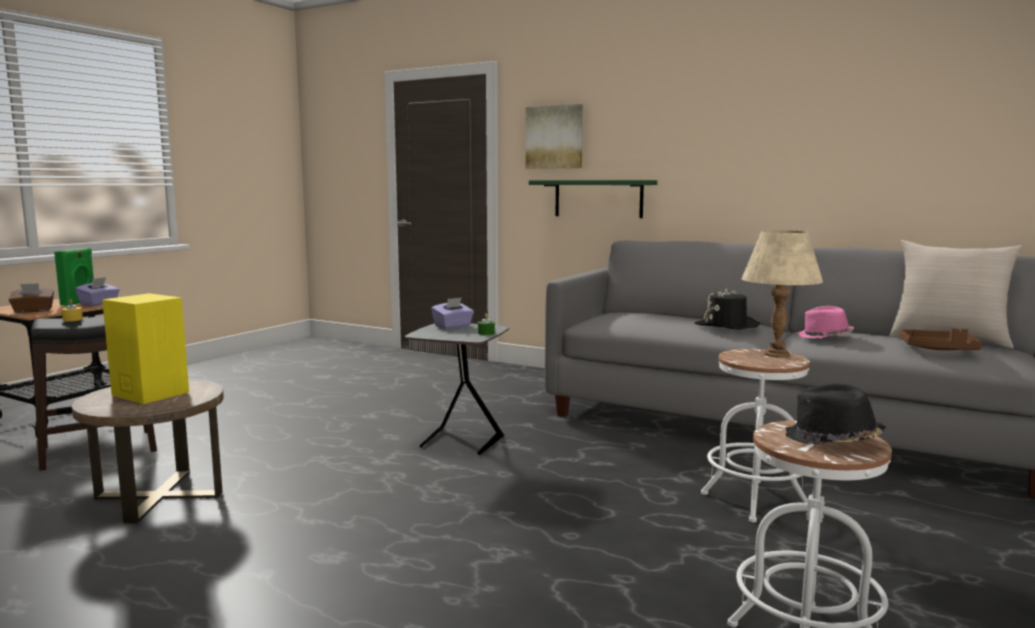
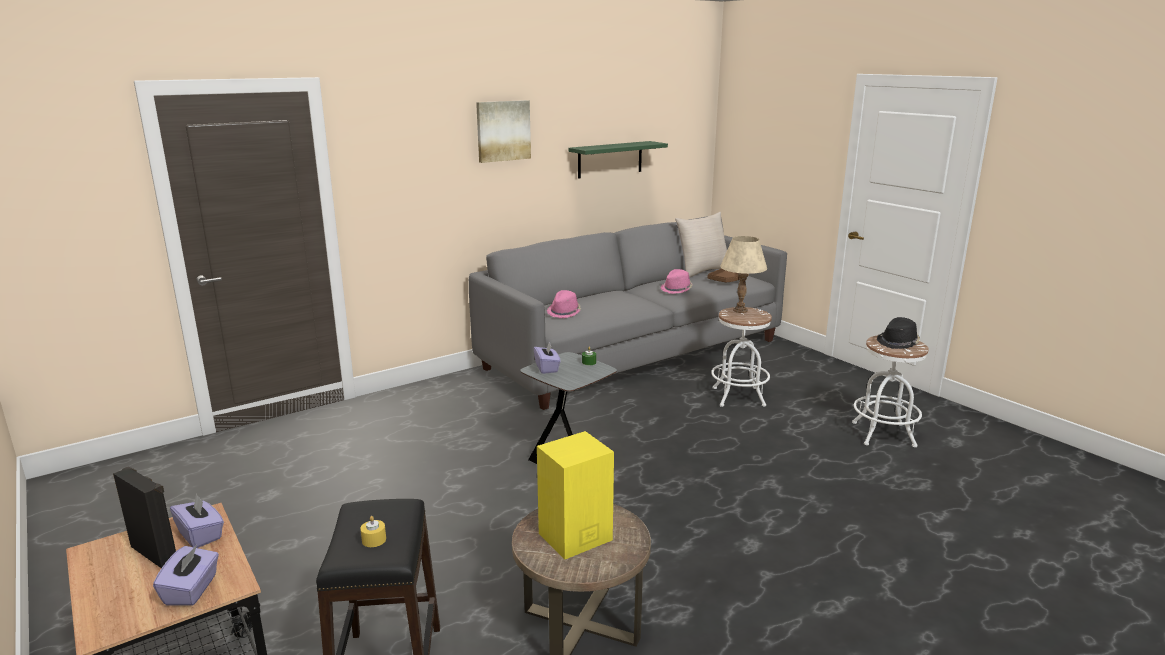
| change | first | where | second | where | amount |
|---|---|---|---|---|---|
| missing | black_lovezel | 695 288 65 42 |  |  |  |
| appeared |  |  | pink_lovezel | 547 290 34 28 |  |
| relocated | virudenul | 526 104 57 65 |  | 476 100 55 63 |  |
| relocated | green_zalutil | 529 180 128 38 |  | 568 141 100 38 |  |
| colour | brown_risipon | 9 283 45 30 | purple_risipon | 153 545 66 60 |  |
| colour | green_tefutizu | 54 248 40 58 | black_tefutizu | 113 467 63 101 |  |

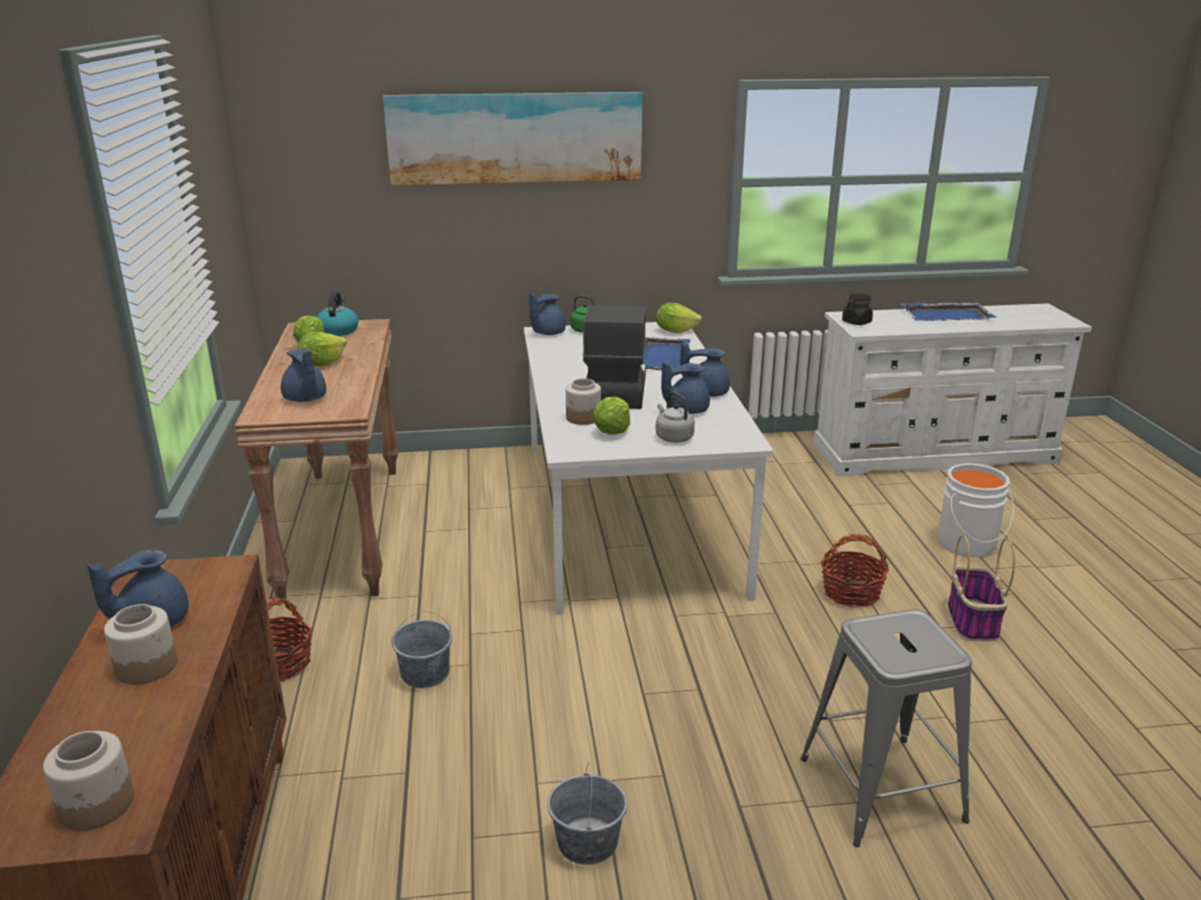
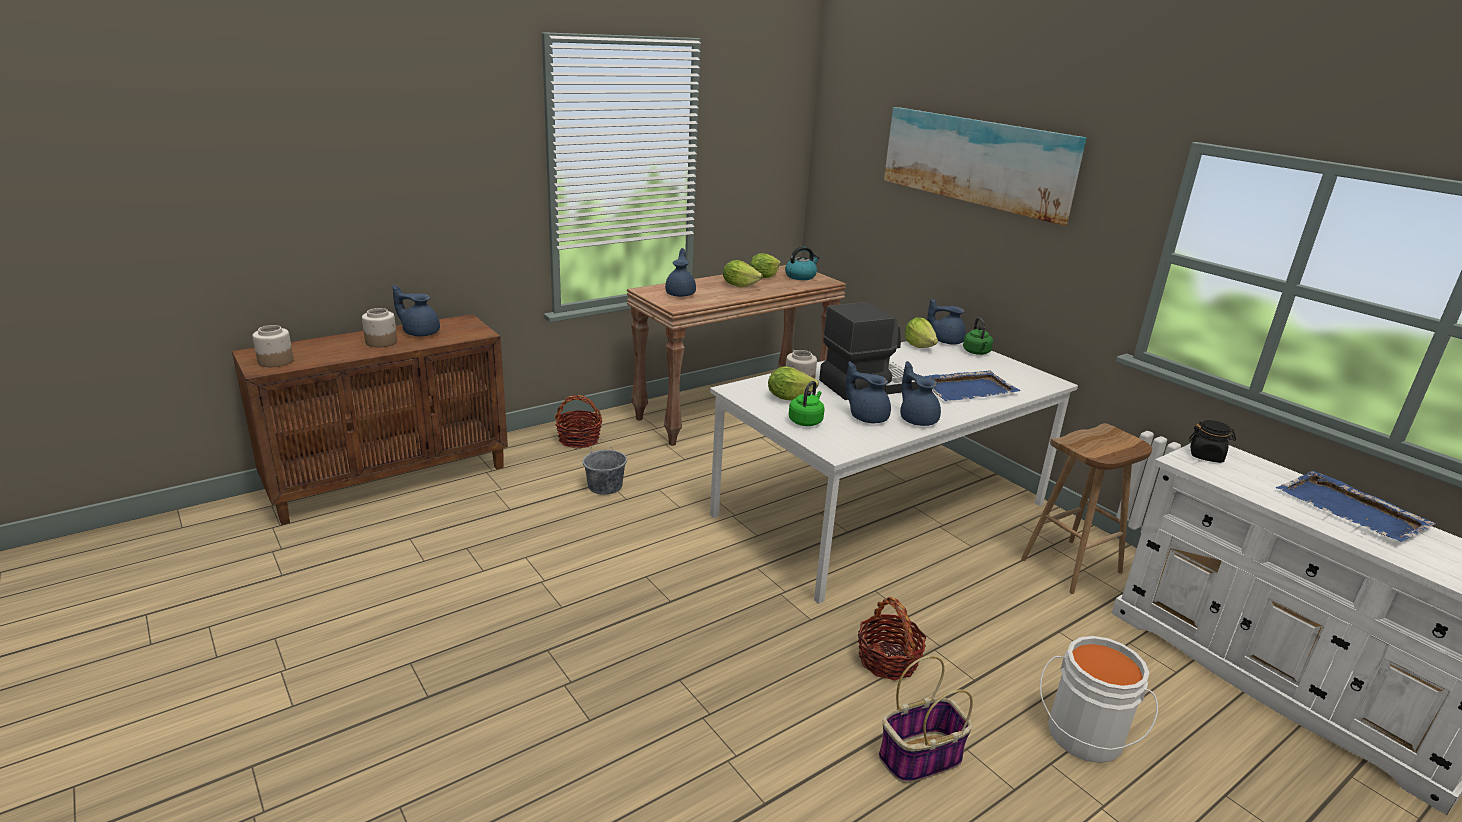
| change | first | where | second | where | amount |
|---|---|---|---|---|---|
| missing | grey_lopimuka | 547 762 80 103 |  |  |  |
| missing | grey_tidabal | 801 610 171 237 |  |  |  |
| appeared |  |  | brown_tidabal | 1021 423 131 171 |  |
| relocated | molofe | 656 302 46 31 |  | 905 317 33 31 |  |
| colour | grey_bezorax | 656 392 39 51 | green_bezorax | 789 381 35 45 |  |
| spun | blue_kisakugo | 281 349 45 53 |  | 665 248 31 49 | 150 degrees clockwise |

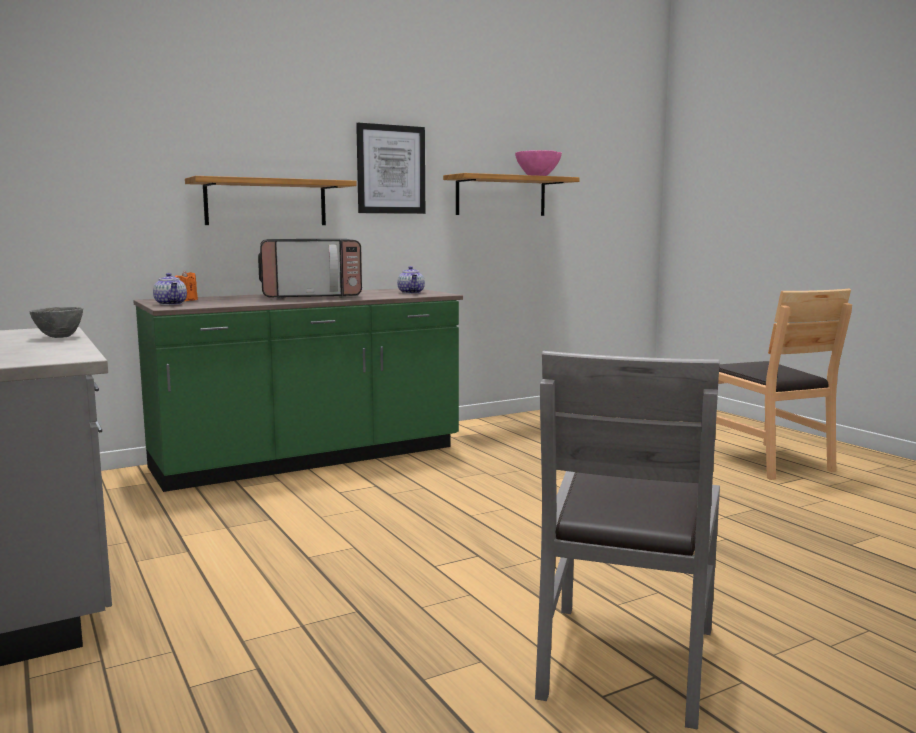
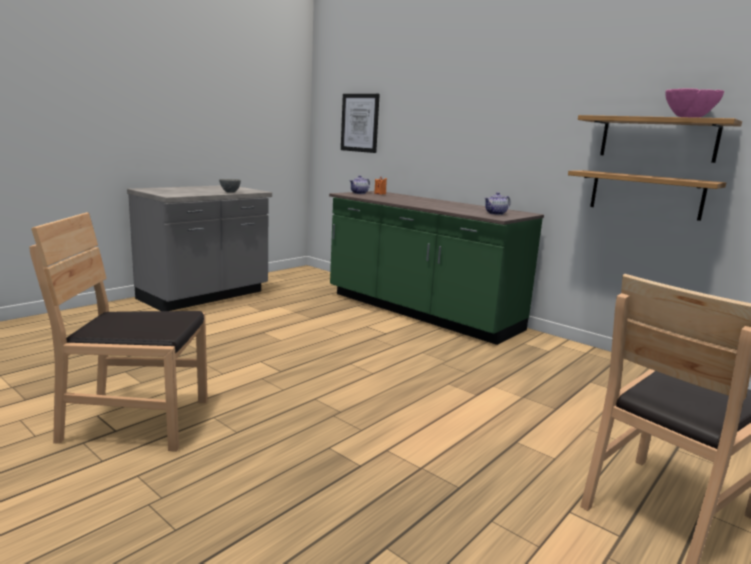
| change | first | where | second | where | amount |
|---|---|---|---|---|---|
| missing | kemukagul | 258 239 104 60 |  |  |  |
| relocated | zalutil | 185 176 172 49 |  | 568 170 158 51 |  |
| relocated | virudenul | 356 123 69 91 |  | 341 94 39 59 |  |
| colour | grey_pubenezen | 535 351 185 379 | brown_pubenezen | 29 212 179 240 |  |

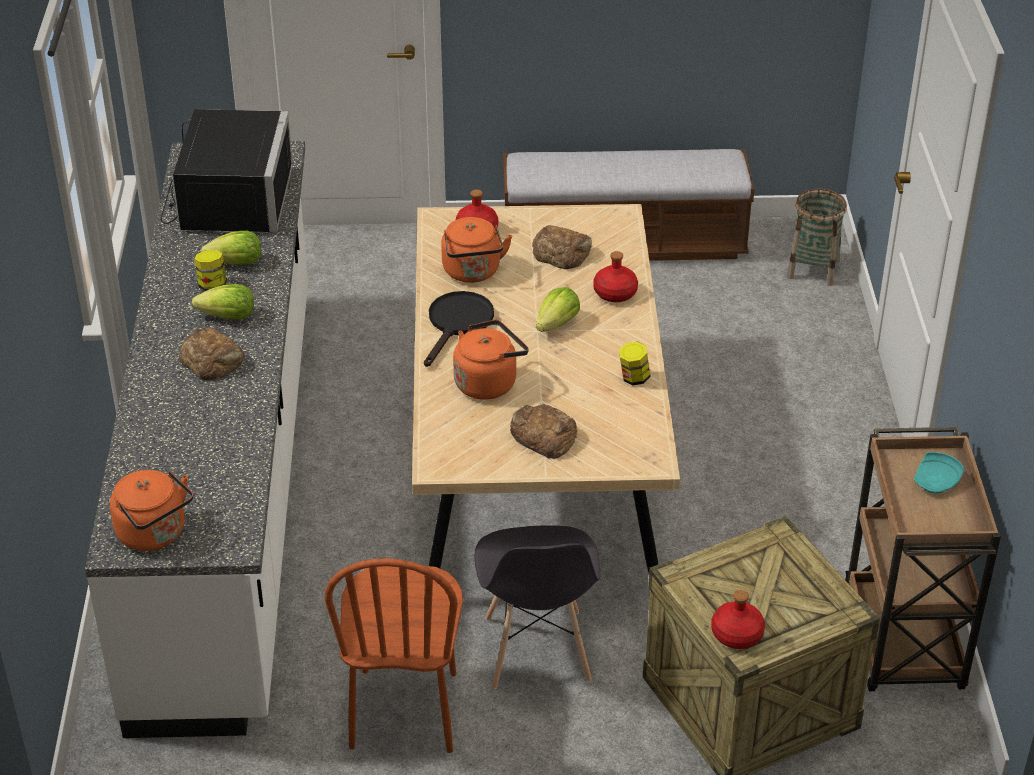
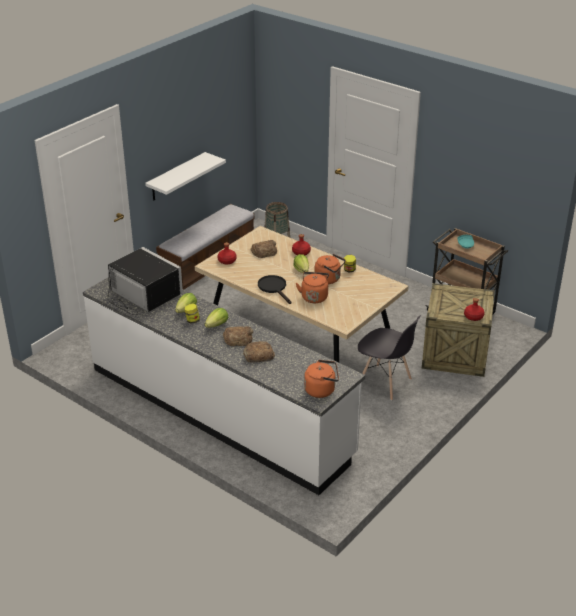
| change | first | where | second | where | amount |
|---|---|---|---|---|---|
| missing | brown_pubenezen | 324 558 139 195 |  |  |  |
| appeared |  |  | white_zalutil | 145 152 81 49 |  |
| relocated | orange_bezorax | 441 217 71 66 |  | 314 254 32 30 |  |
| relocated | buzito | 510 404 67 55 |  | 243 341 32 22 |  |

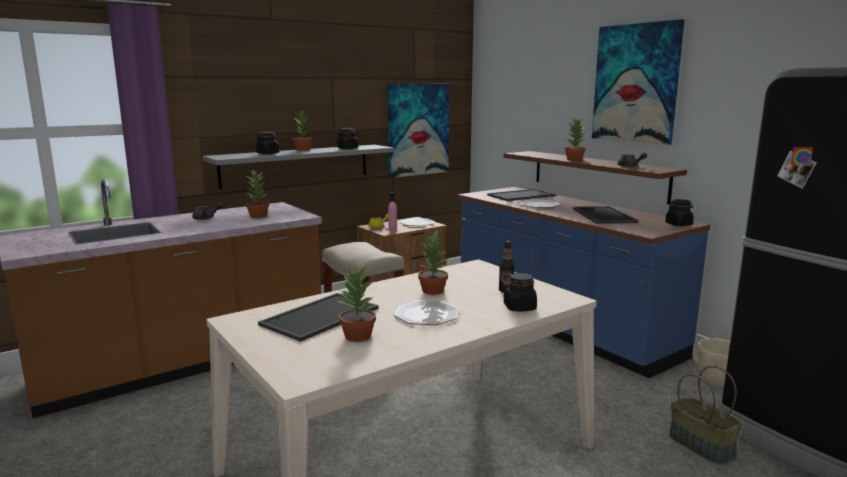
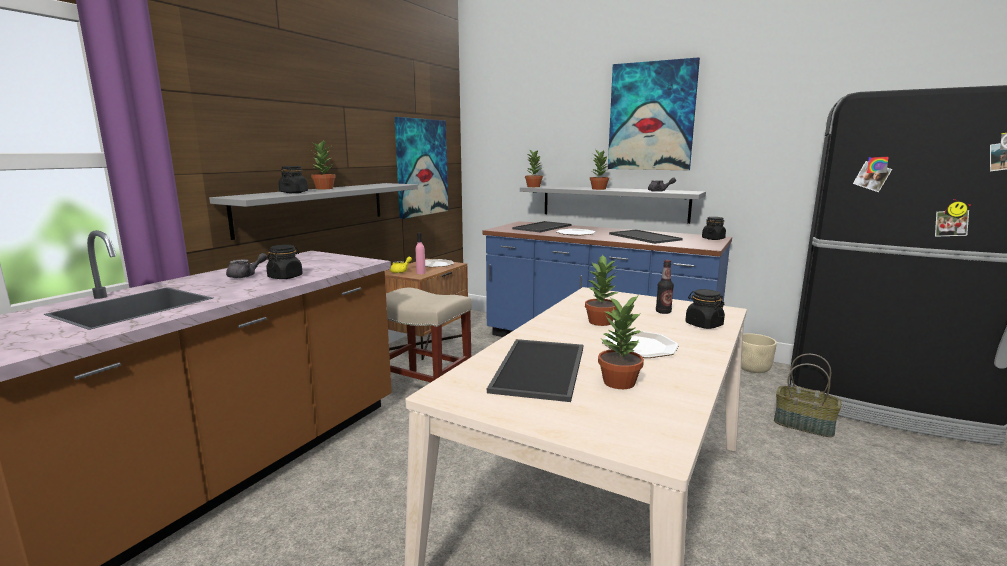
| change | first | where | second | where | amount |
|---|---|---|---|---|---|
| relocated | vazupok | 246 169 23 49 |  | 525 149 18 38 |  |
| relocated | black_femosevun | 337 128 21 22 |  | 266 245 37 34 |  |
| colour | brown_zalutil | 503 151 184 54 | grey_zalutil | 520 185 186 39 |  |

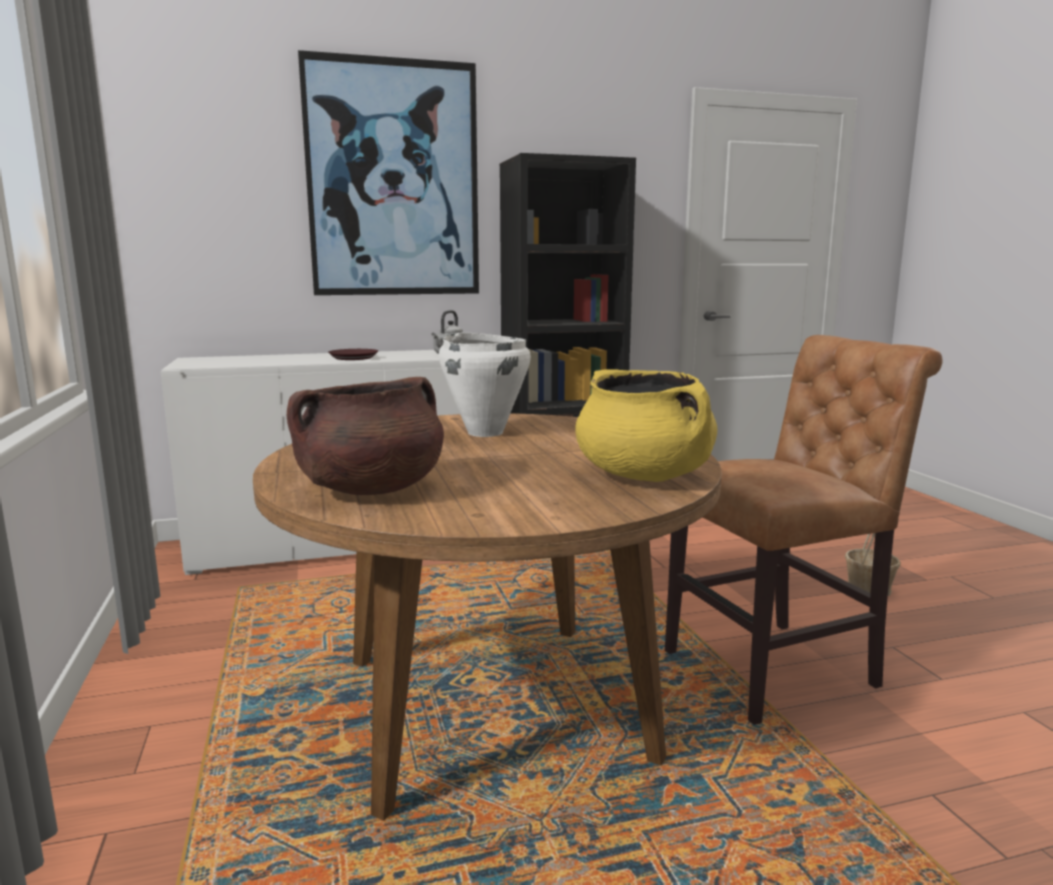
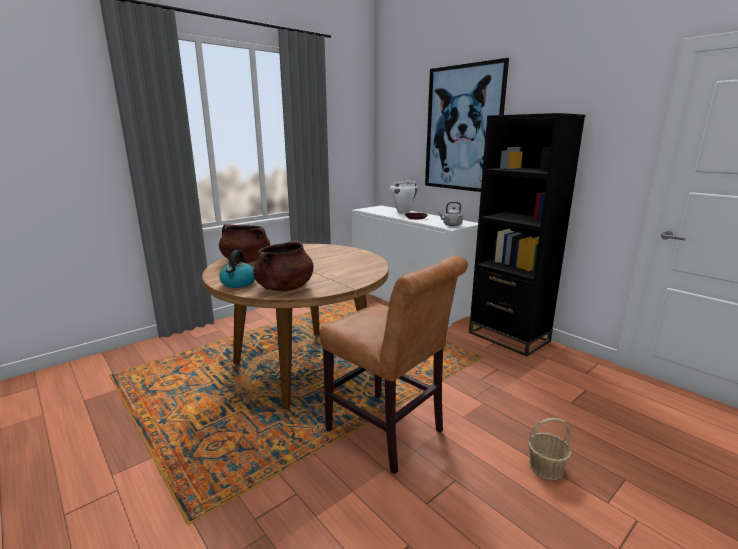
| change | first | where | second | where | amount |
|---|---|---|---|---|---|
| appeared |  |  | bezorax | 219 250 36 38 |  |
| relocated | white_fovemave | 439 333 92 104 |  | 390 180 28 33 |  |
| colour | yellow_fovemave | 575 369 143 113 | brown_fovemave | 253 240 60 51 |  |

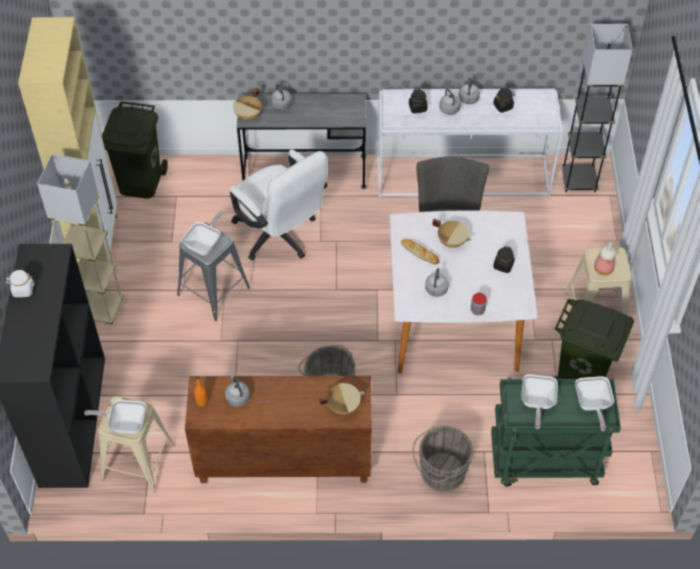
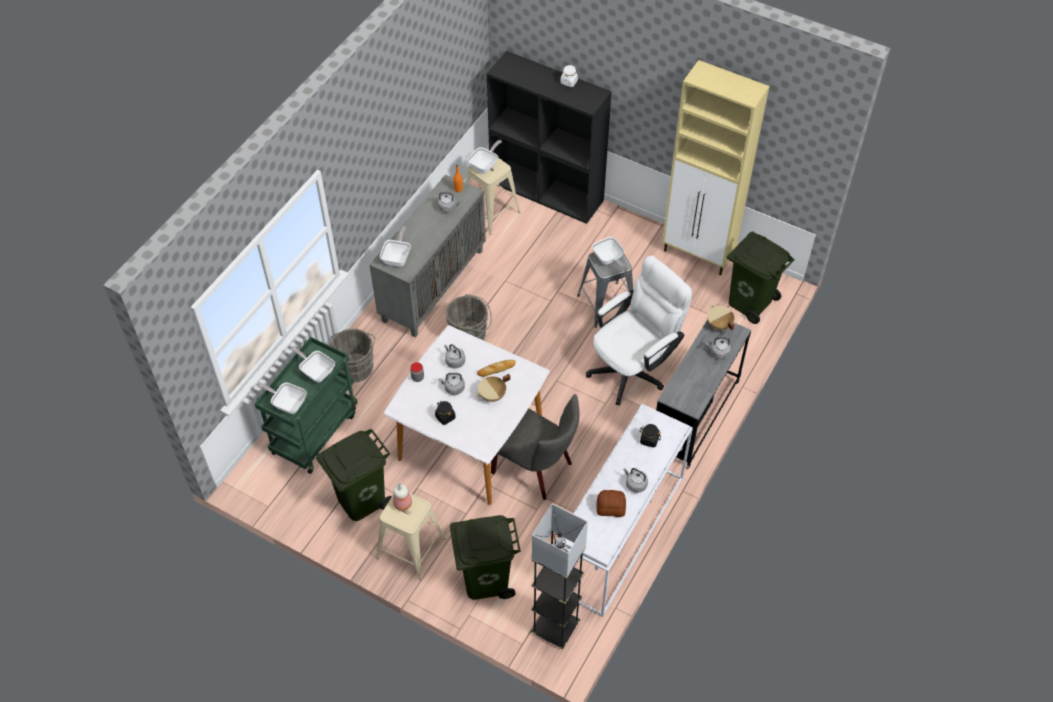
| change | first | where | second | where | amount |
|---|---|---|---|---|---|
| missing | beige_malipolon | 37 154 87 172 |  |  |  |
| appeared |  |  | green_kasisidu | 450 515 71 85 |  |
| relocated | grey_bezorax | 439 89 22 26 |  | 438 373 27 22 |  |
| exchanged | beige_fovemave | 319 383 46 32 | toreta | 380 227 31 40 |  |
| exchanged | black_femosevun | 493 88 22 25 | buzito | 596 490 30 27 |  |
| colour | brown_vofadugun | 185 376 187 107 | grey_vofadugun | 370 175 116 162 |  |
| spun | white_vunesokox | 230 150 98 111 |  | 586 255 106 150 | 150 degrees clockwise |

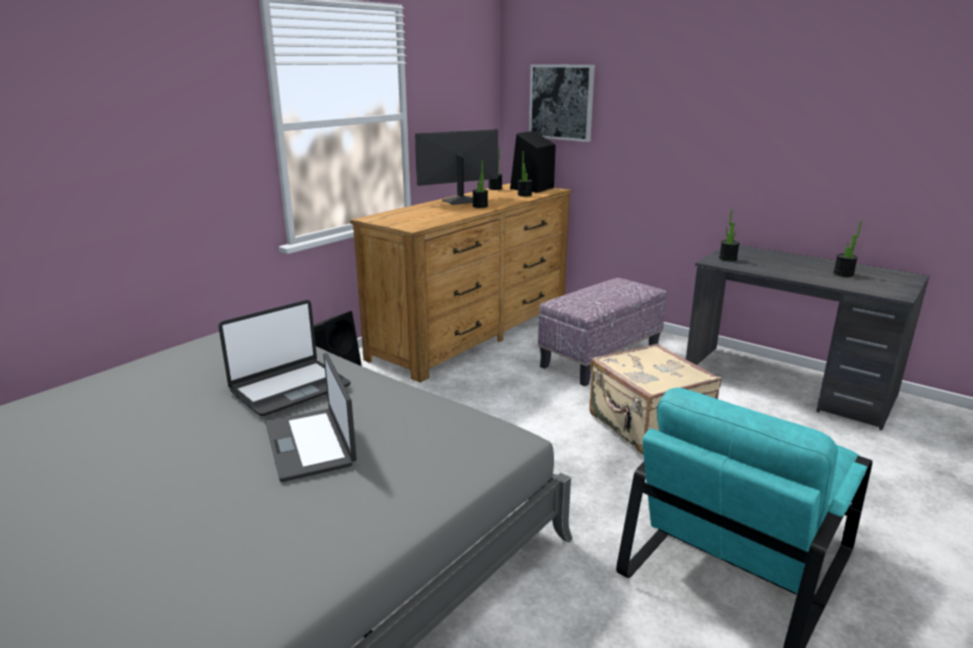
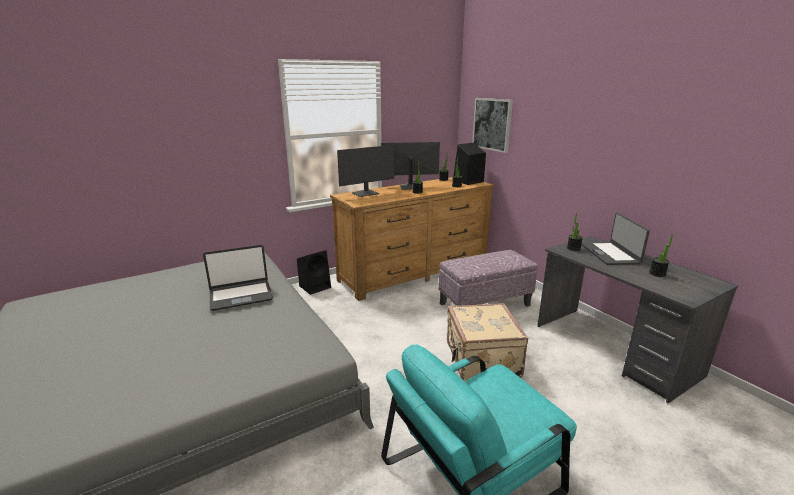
| change | first | where | second | where | amount |
|---|---|---|---|---|---|
| appeared |  |  | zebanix | 337 145 57 52 |  |
| relocated | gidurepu | 265 353 92 129 |  | 581 213 69 52 |  |

